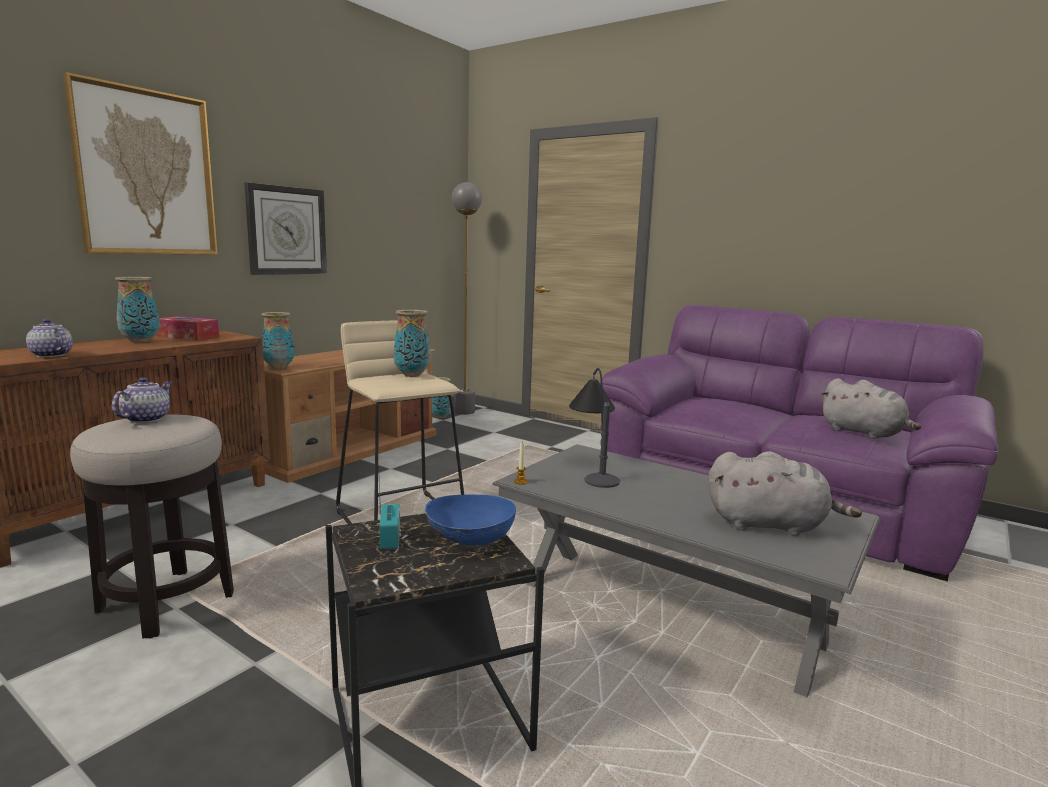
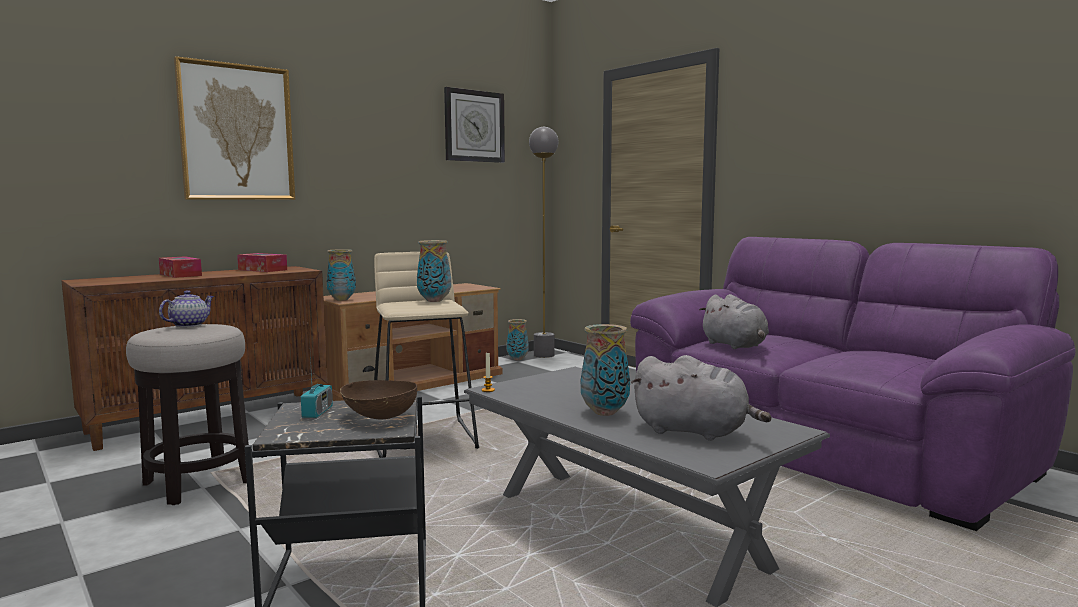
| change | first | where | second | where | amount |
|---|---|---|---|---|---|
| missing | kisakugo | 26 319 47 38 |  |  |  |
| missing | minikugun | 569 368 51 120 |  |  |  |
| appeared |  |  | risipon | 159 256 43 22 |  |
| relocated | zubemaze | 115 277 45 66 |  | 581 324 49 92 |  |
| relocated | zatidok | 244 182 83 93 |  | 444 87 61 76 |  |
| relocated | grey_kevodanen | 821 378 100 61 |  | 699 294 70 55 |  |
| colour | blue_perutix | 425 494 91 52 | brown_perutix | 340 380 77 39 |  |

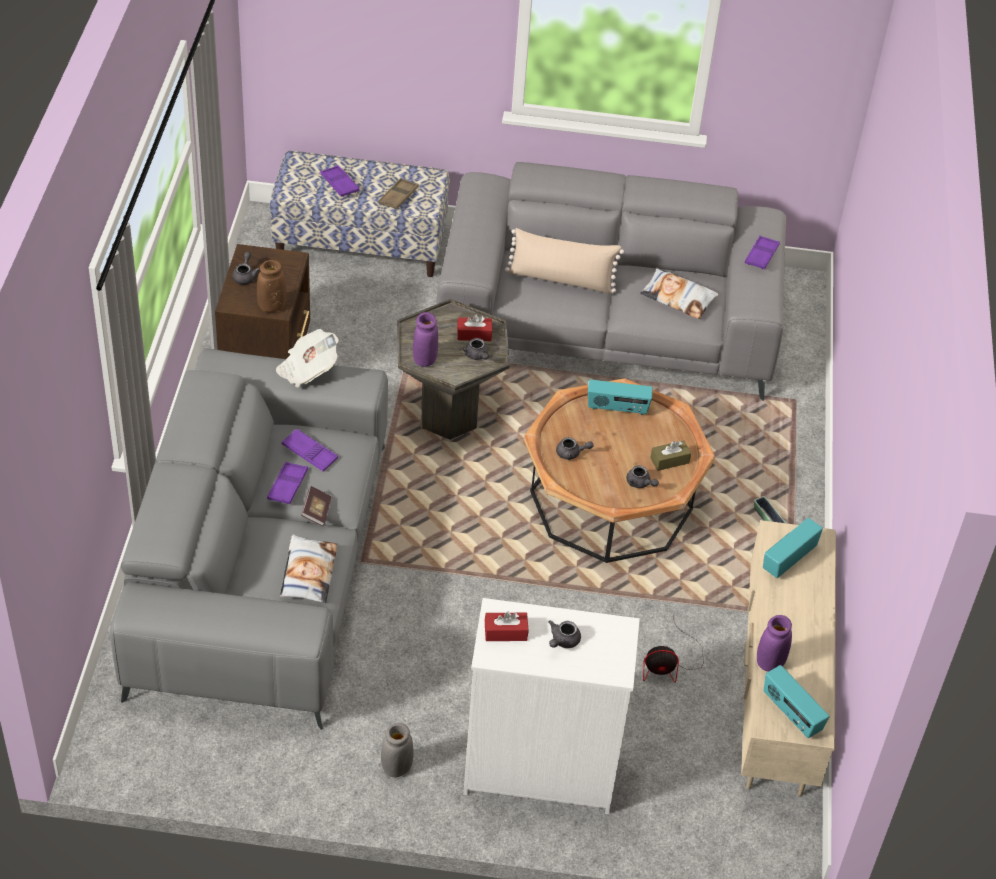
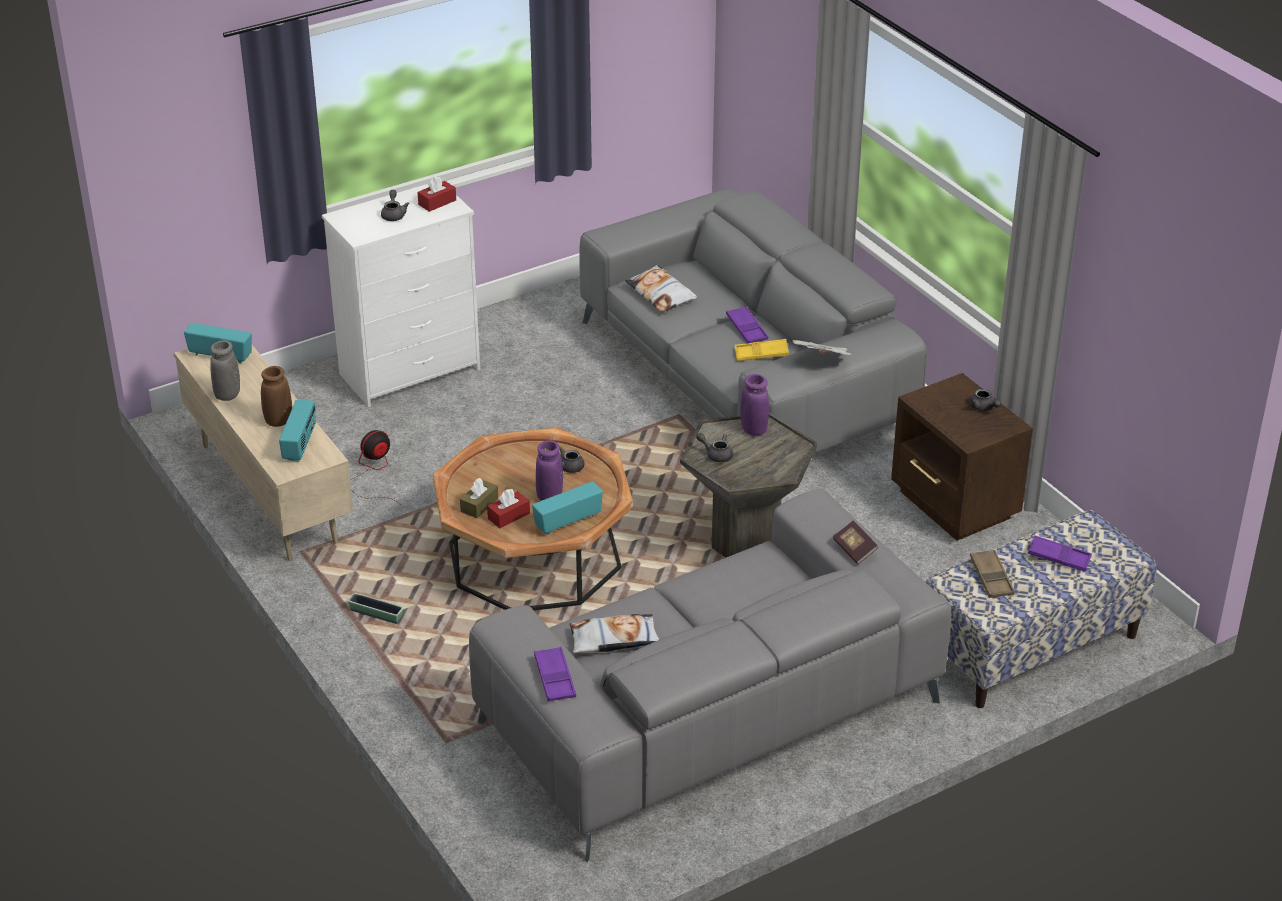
| change | first | where | second | where | amount |
|---|---|---|---|---|---|
| missing | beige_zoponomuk | 505 228 119 66 |  |  |  |
| missing | grey_kisakugo | 626 465 33 23 |  |  |  |
| relocated | brown_zubemaze | 257 260 29 52 |  | 261 366 31 61 |  |
| relocated | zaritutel | 301 486 31 40 |  | 833 520 45 45 |  |
| relocated | grey_zubemaze | 381 723 33 54 |  | 210 340 30 61 |  |
| relocated | red_risipon | 457 314 35 27 |  | 487 489 43 39 |  |
| relocated | purple_zubemaze | 757 615 35 57 |  | 536 440 27 61 |  |
| colour | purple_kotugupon | 282 429 56 43 | yellow_kotugupon | 734 339 55 22 |  |

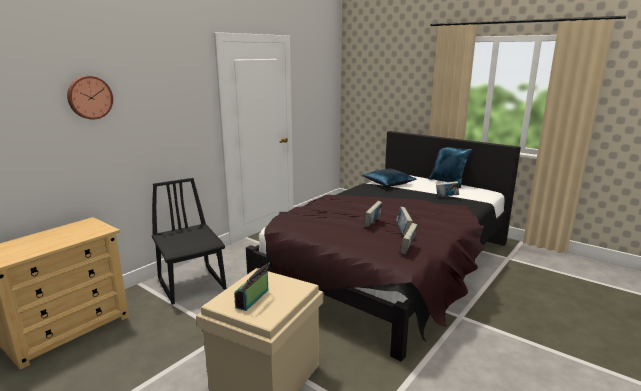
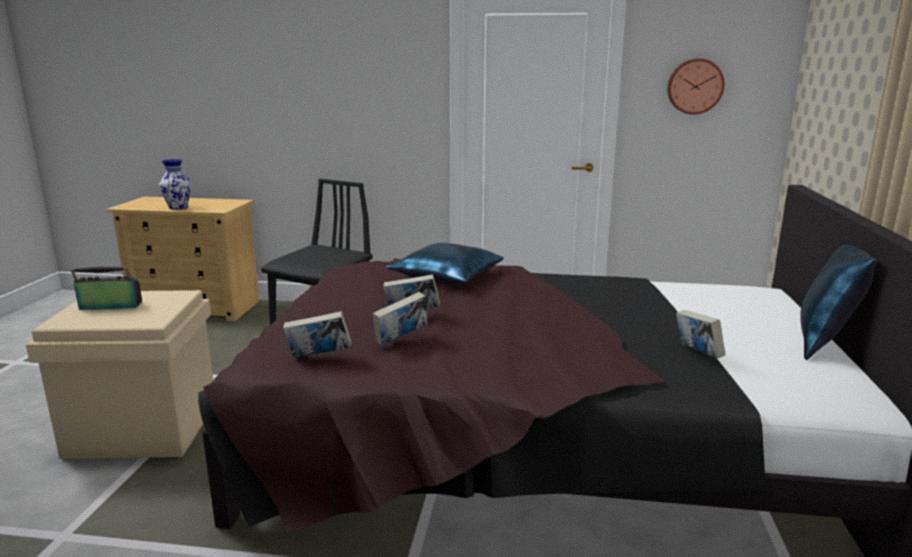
| change | first | where | second | where | amount |
|---|---|---|---|---|---|
| appeared |  |  | zubemaze | 159 159 32 51 |  |
| relocated | zatidok | 67 76 46 44 |  | 667 58 58 57 |  |
| relocated | blue_zoponomuk | 362 169 55 18 |  | 386 243 118 42 |  |

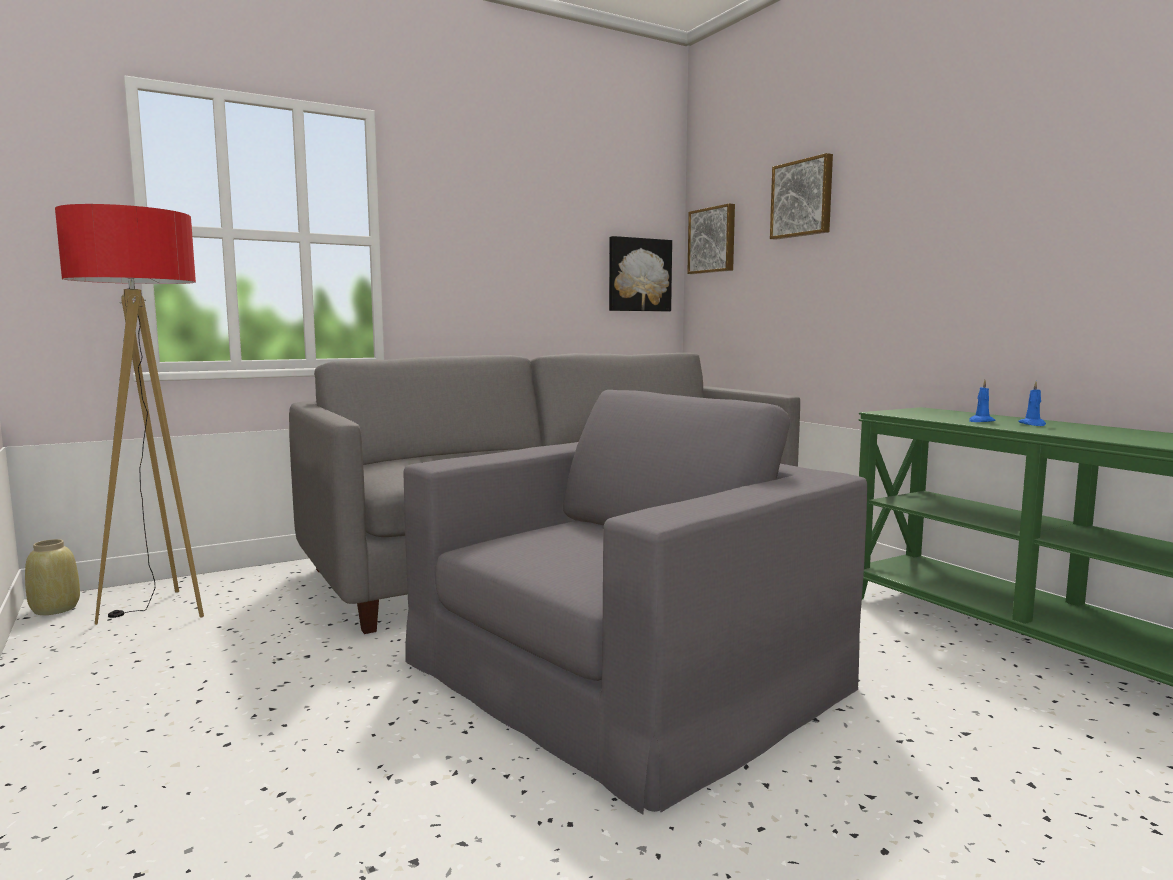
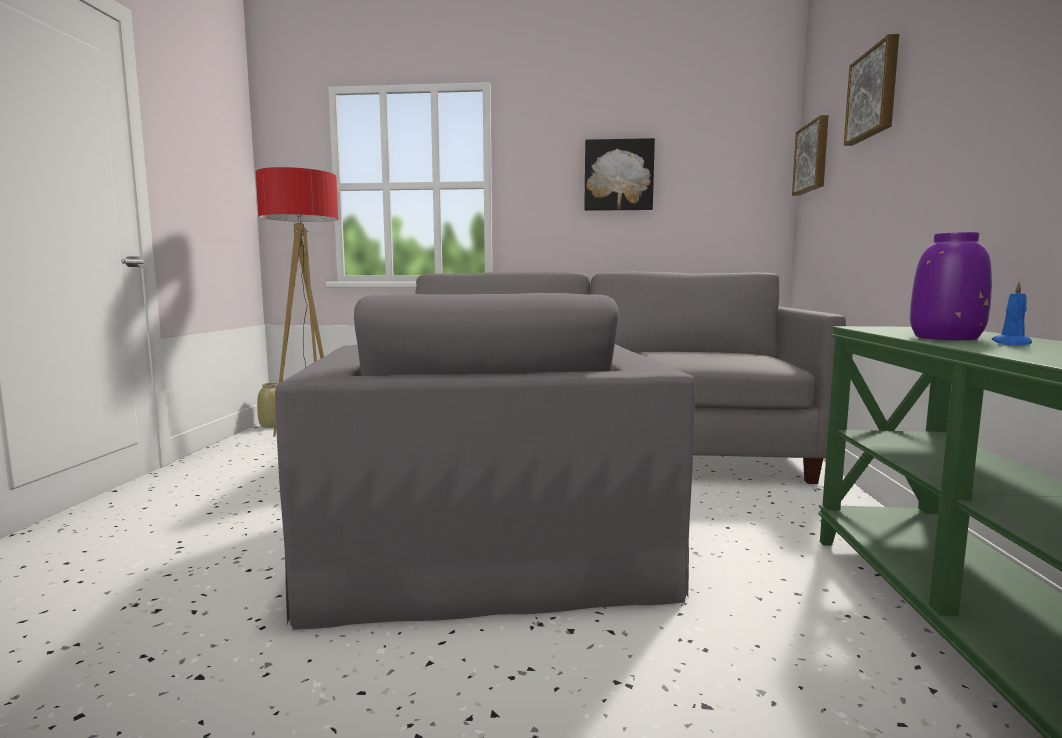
| change | first | where | second | where | amount |
|---|---|---|---|---|---|
| relocated | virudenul | 609 236 63 75 |  | 584 138 71 73 |  |
| exchanged | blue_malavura | 969 380 26 42 | purple_zubemaze | 910 232 82 108 |  |
| spun | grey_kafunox | 403 390 464 424 |  | 275 293 420 337 | 90 degrees clockwise |

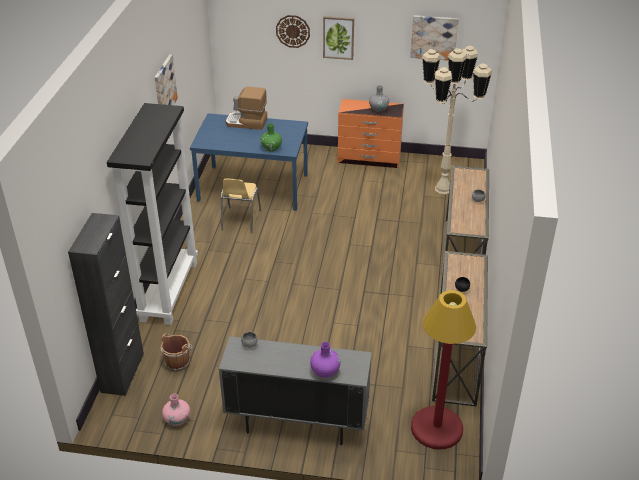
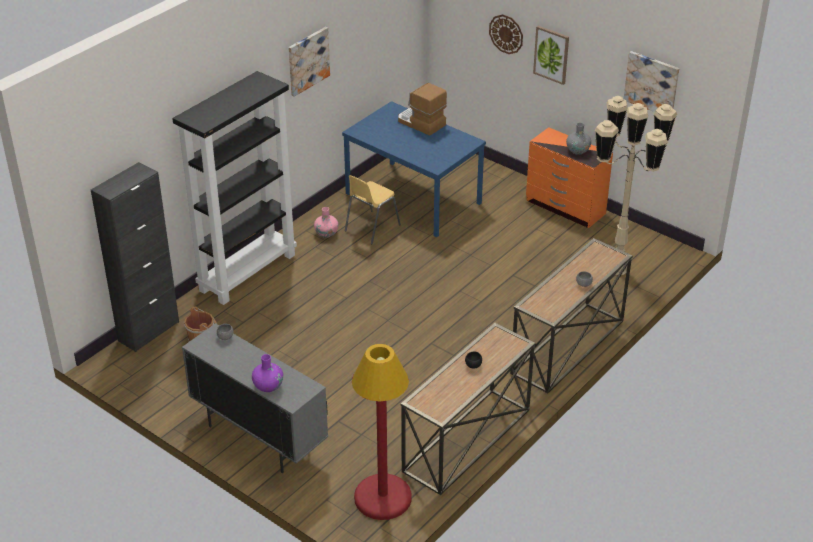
| change | first | where | second | where | amount |
|---|---|---|---|---|---|
| missing | green_zubemaze | 260 123 22 29 |  |  |  |
| relocated | pink_zubemaze | 162 394 28 32 |  | 314 207 25 31 |  |

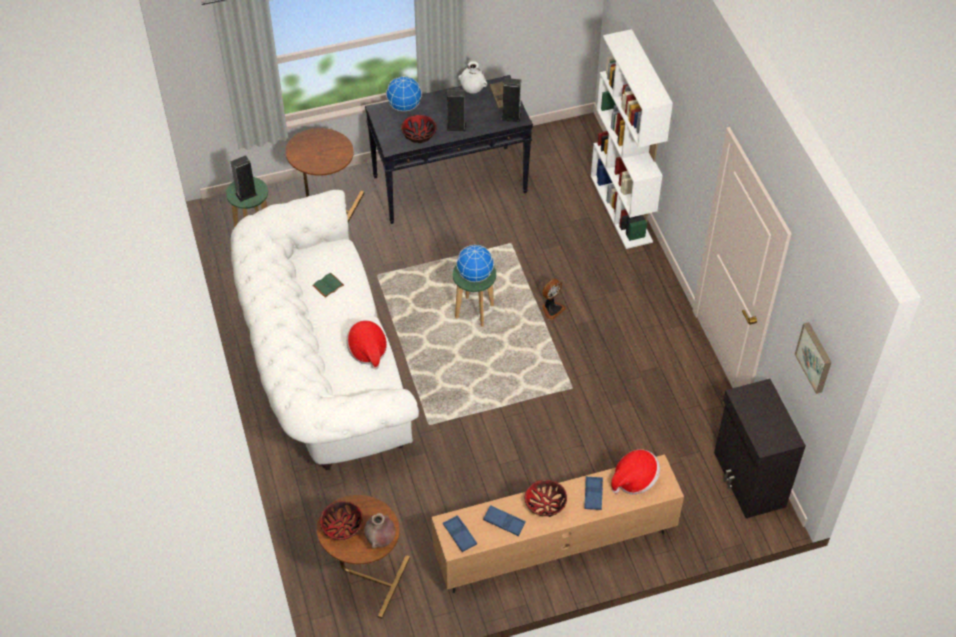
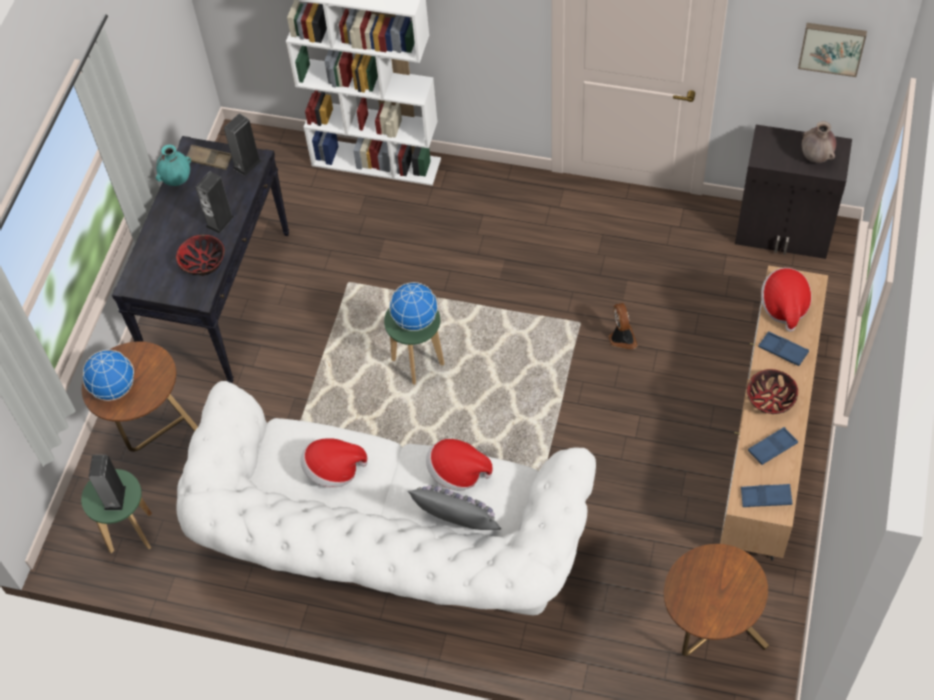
| change | first | where | second | where | amount |
|---|---|---|---|---|---|
| missing | perutix | 320 501 43 39 |  |  |  |
| appeared |  |  | grey_zoponomuk | 407 485 94 45 |  |
| relocated | brown_zubemaze | 364 513 32 36 |  | 802 121 34 42 |  |
| relocated | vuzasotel | 386 76 36 36 |  | 82 350 52 51 |  |
| relocated | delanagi | 542 279 24 41 |  | 608 303 30 46 |  |
| exchanged | green_zaritutel | 312 273 32 25 | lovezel | 300 438 68 50 |  |
| colour | white_zubemaze | 458 61 29 33 | turquoise_zubemaze | 156 144 35 42 |  |

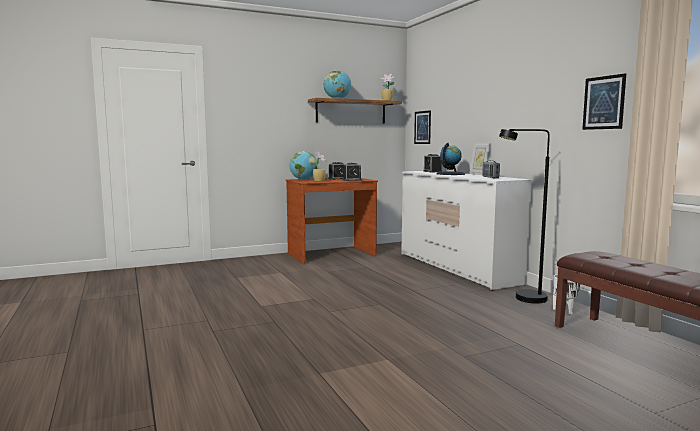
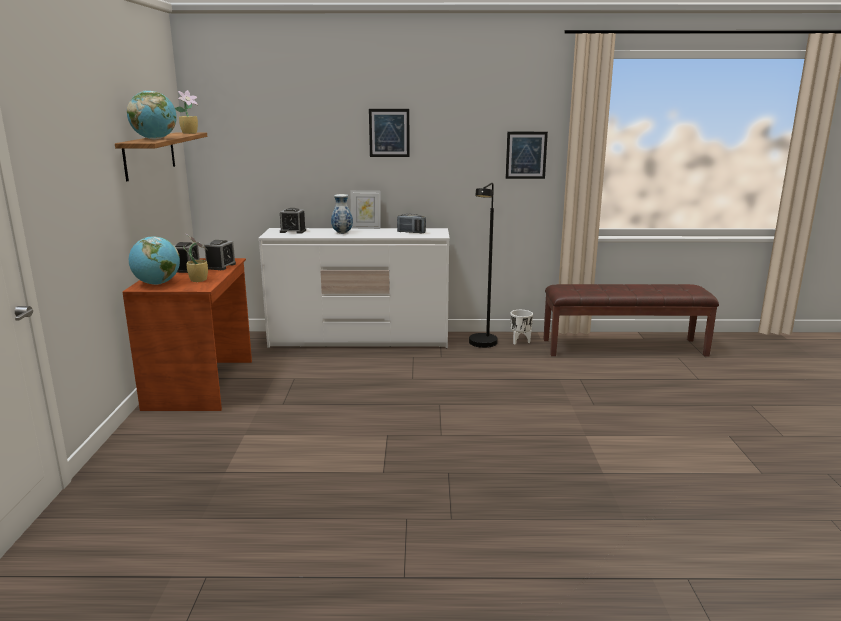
| change | first | where | second | where | amount |
|---|---|---|---|---|---|
| relocated | virudenul | 414 110 17 34 |  | 369 109 41 48 |  |
| exchanged | vuzasotel | 436 143 29 32 | zubemaze | 331 194 22 40 |  |

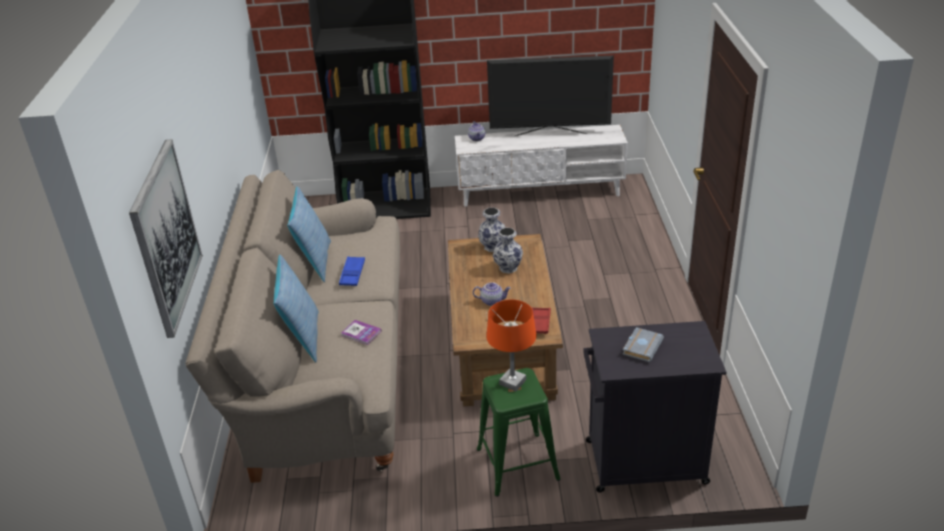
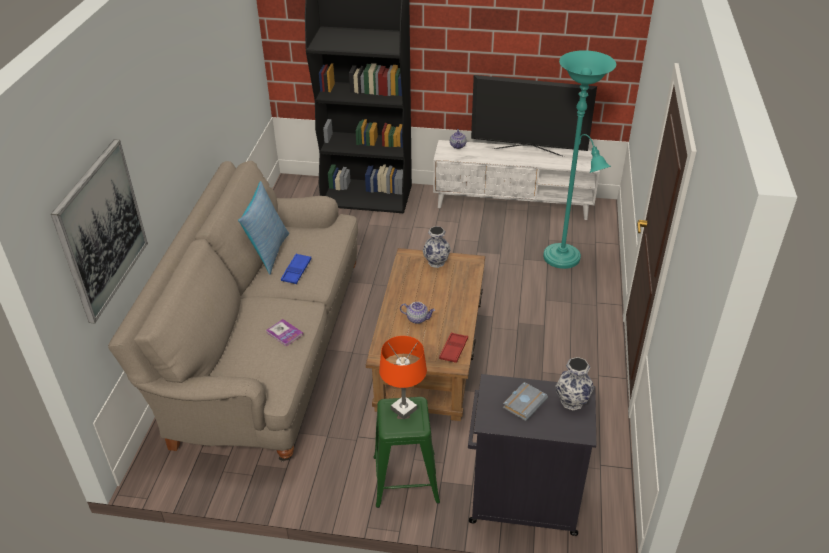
| change | first | where | second | where | amount |
|---|---|---|---|---|---|
| missing | zoponomuk | 273 255 45 107 |  |  |  |
| appeared |  |  | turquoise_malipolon | 543 50 73 219 |  |
| relocated | zubemaze | 493 227 30 47 |  | 555 357 39 53 |  |

